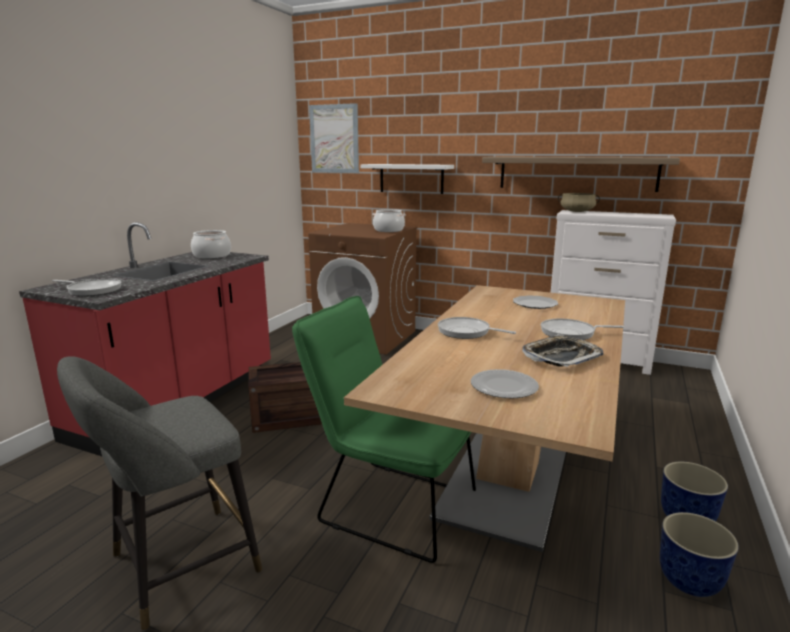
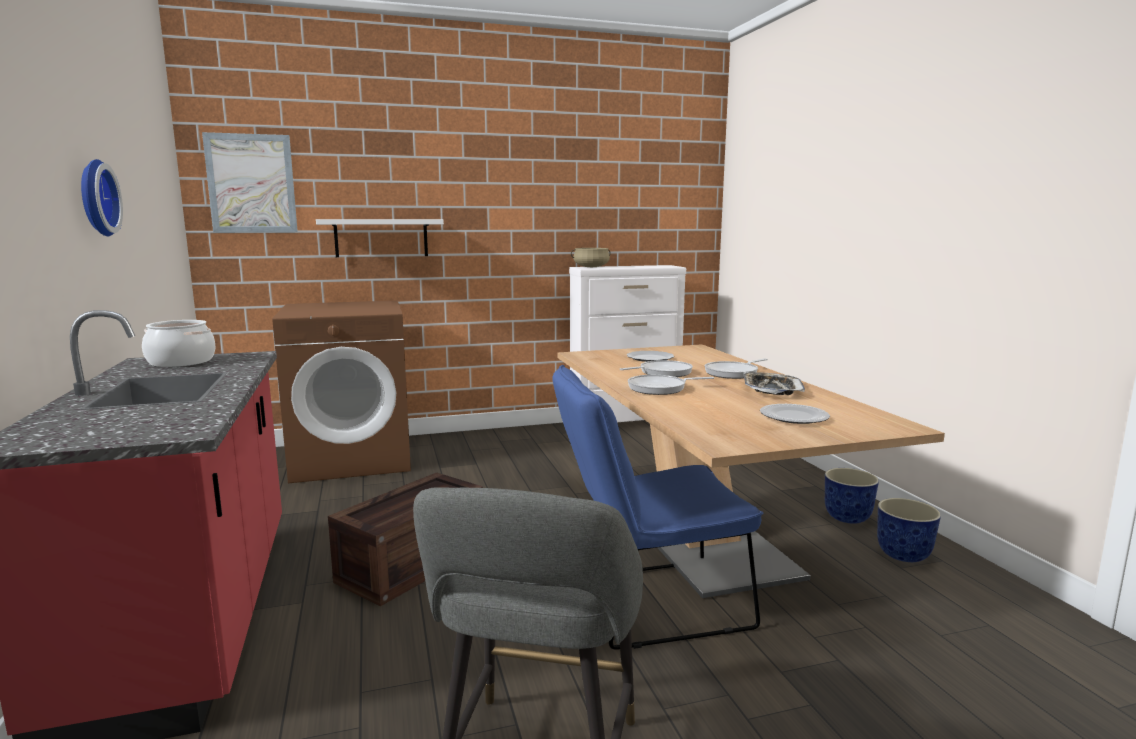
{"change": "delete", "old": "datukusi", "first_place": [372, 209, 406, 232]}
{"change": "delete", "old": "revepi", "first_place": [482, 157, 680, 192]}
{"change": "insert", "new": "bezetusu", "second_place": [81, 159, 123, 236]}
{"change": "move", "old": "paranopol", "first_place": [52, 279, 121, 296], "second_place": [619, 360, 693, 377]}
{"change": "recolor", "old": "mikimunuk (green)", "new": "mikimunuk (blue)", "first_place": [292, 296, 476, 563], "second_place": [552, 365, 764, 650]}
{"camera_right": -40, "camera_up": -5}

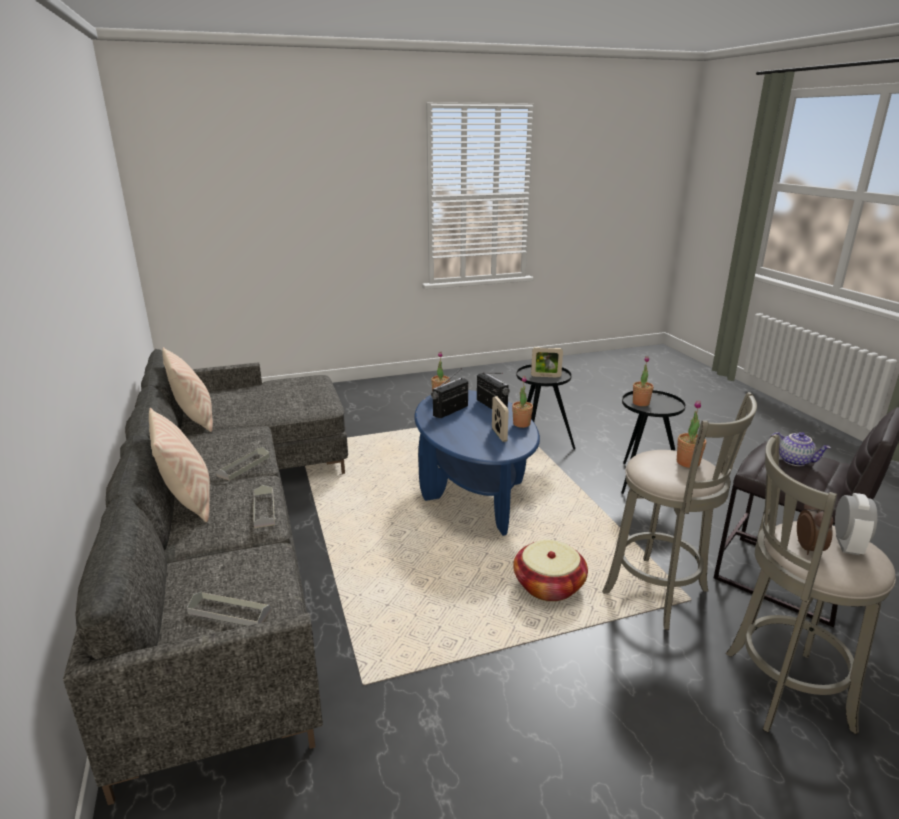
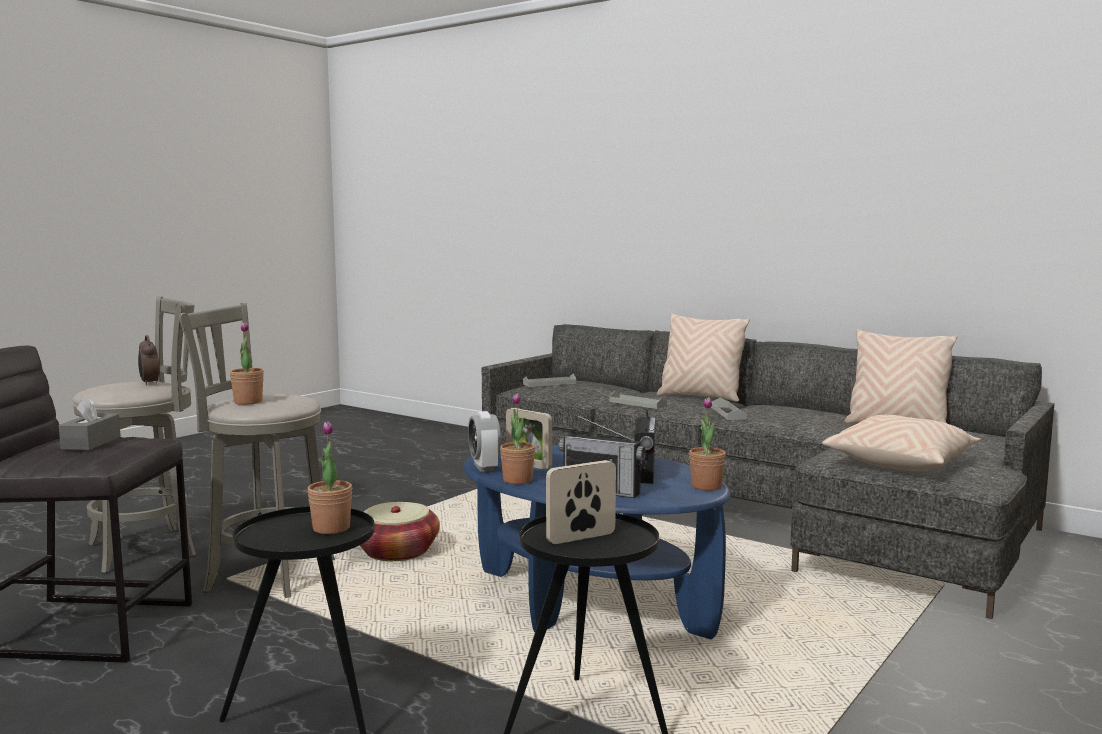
{"change": "insert", "new": "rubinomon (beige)", "second_place": [822, 415, 981, 471]}
{"change": "move", "old": "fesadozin", "first_place": [835, 493, 878, 555], "second_place": [468, 411, 501, 472]}
{"change": "replace", "old": "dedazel", "new": "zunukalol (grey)", "first_place": [770, 432, 831, 466], "second_place": [59, 396, 121, 450]}
{"camera_right": 145, "camera_up": -15}

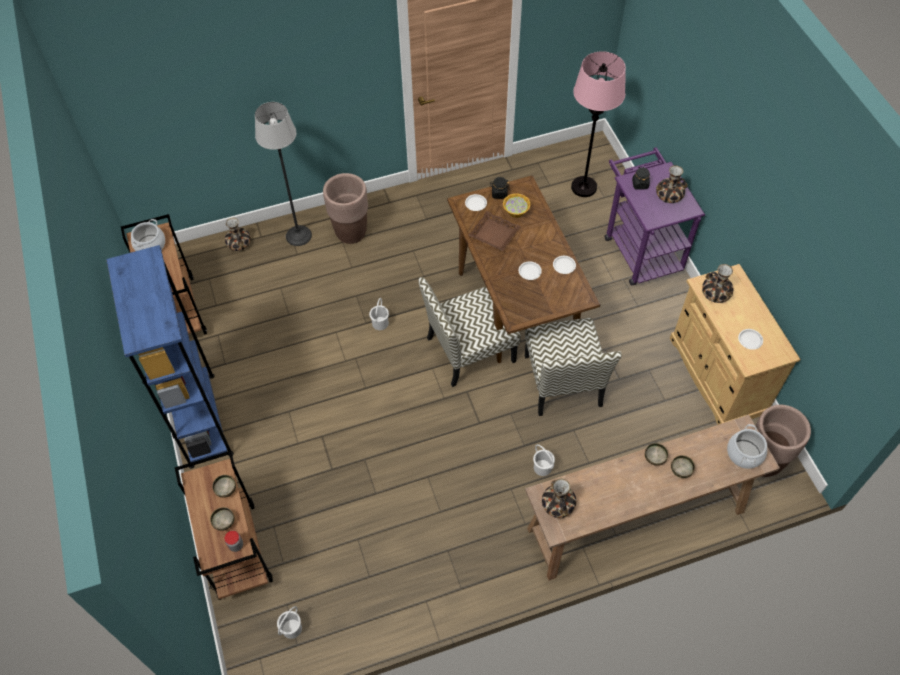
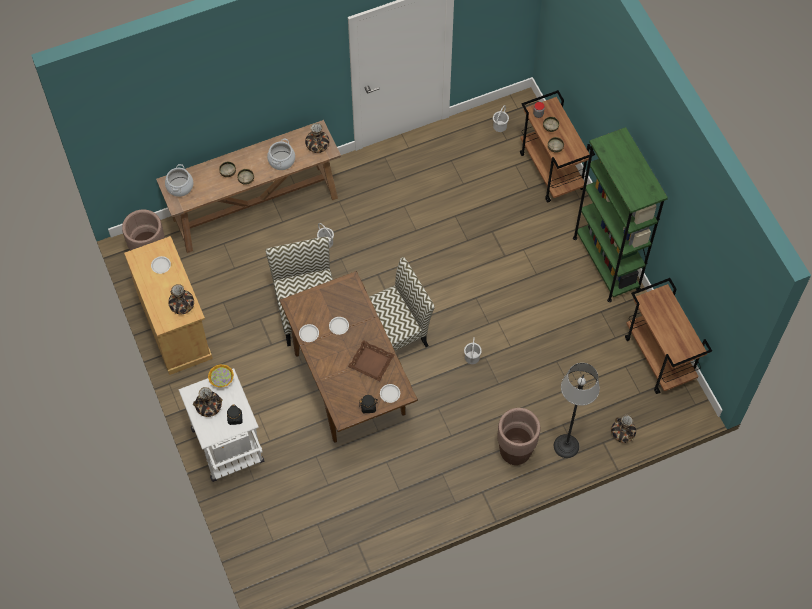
{"change": "delete", "old": "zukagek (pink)", "first_place": [571, 51, 626, 197]}
{"change": "move", "old": "datukusi", "first_place": [131, 219, 165, 251], "second_place": [267, 138, 295, 170]}
{"change": "move", "old": "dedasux", "first_place": [503, 193, 531, 218], "second_place": [208, 364, 234, 388]}
{"change": "recolor", "old": "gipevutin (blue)", "new": "gipevutin (green)", "first_place": [106, 245, 234, 469], "second_place": [573, 127, 668, 302]}
{"change": "recolor", "old": "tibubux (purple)", "new": "tibubux (white)", "first_place": [605, 148, 705, 286], "second_place": [178, 368, 264, 482]}
{"camera_right": 175, "camera_up": 5}

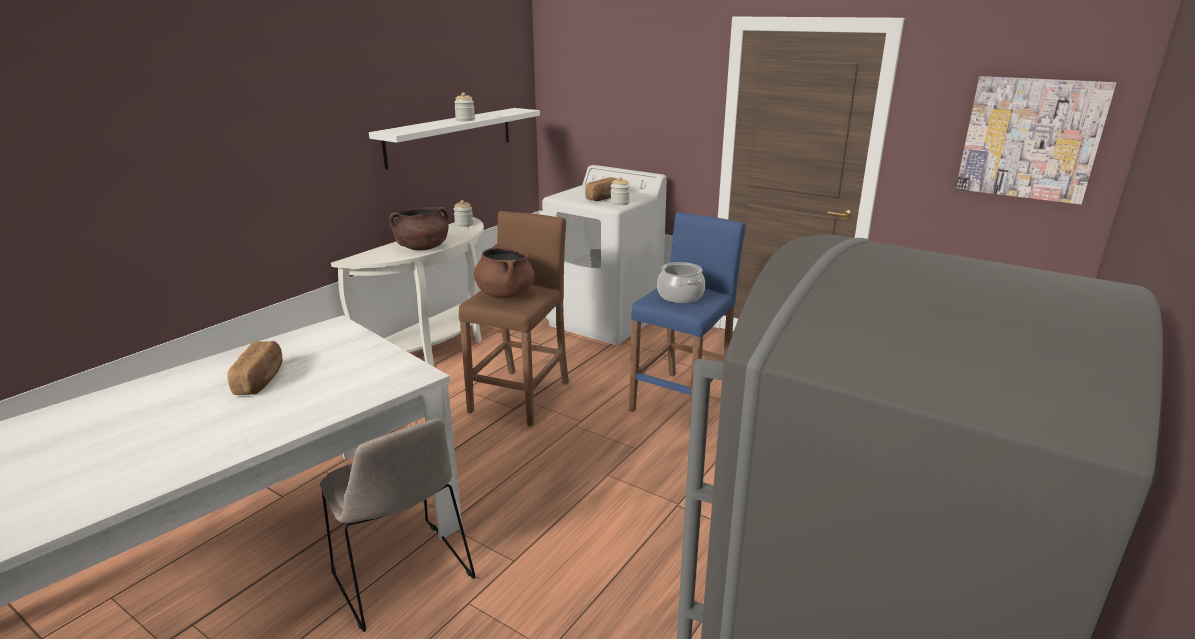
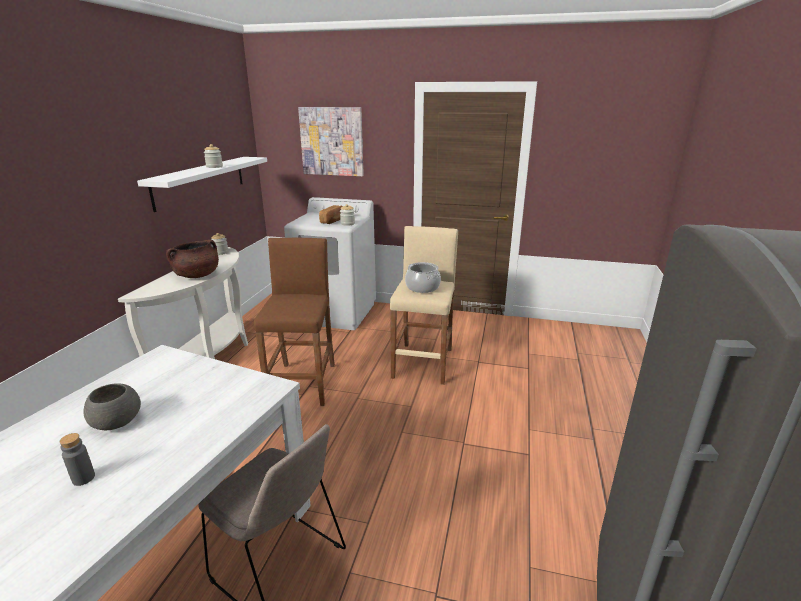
{"change": "delete", "old": "datukusi (brown)", "first_place": [474, 244, 535, 298]}
{"change": "insert", "new": "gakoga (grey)", "second_place": [59, 433, 95, 486]}
{"change": "move", "old": "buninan", "first_place": [956, 76, 1116, 205], "second_place": [298, 107, 364, 176]}
{"change": "replace", "old": "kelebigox", "new": "dedasux (grey)", "first_place": [227, 341, 282, 395], "second_place": [84, 383, 141, 430]}
{"change": "recolor", "old": "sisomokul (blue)", "new": "sisomokul (beige)", "first_place": [629, 212, 746, 421], "second_place": [390, 226, 458, 385]}
{"camera_right": -20, "camera_up": 0}

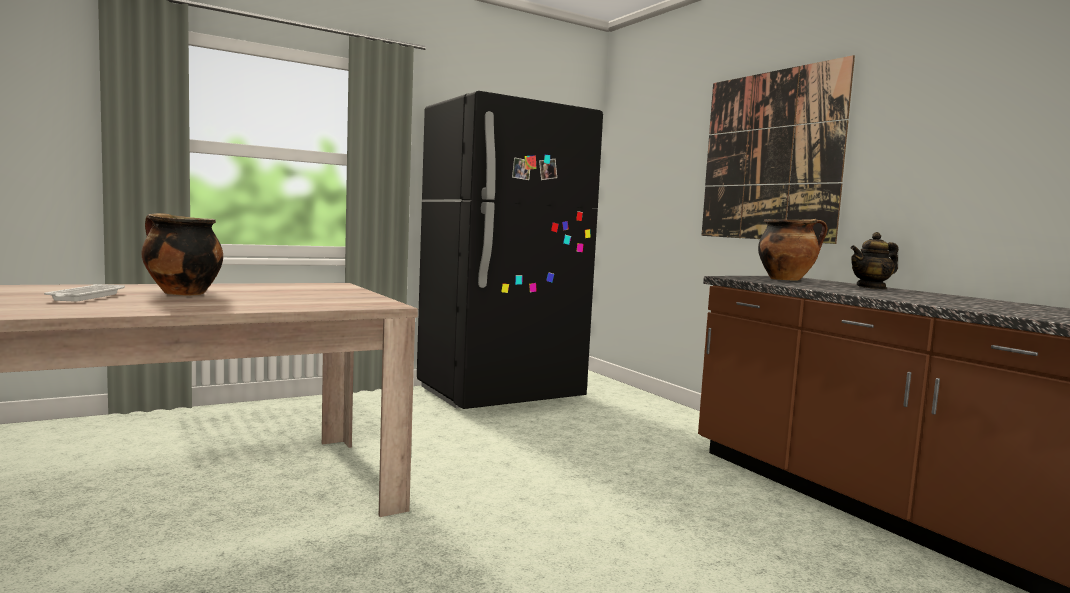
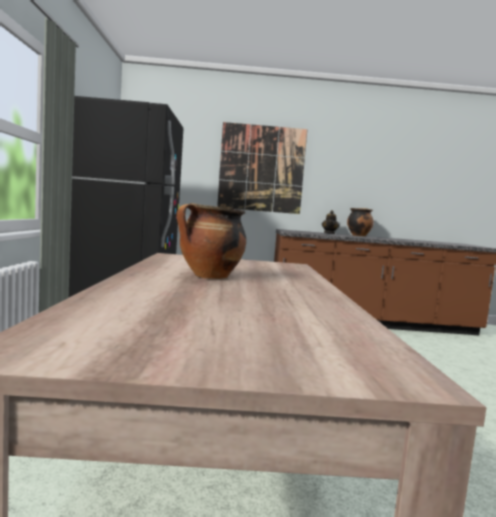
{"change": "delete", "old": "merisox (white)", "first_place": [44, 284, 125, 302]}
{"change": "move", "old": "datukusi", "first_place": [758, 219, 828, 281], "second_place": [347, 208, 374, 236]}
{"camera_right": -60, "camera_up": 0}

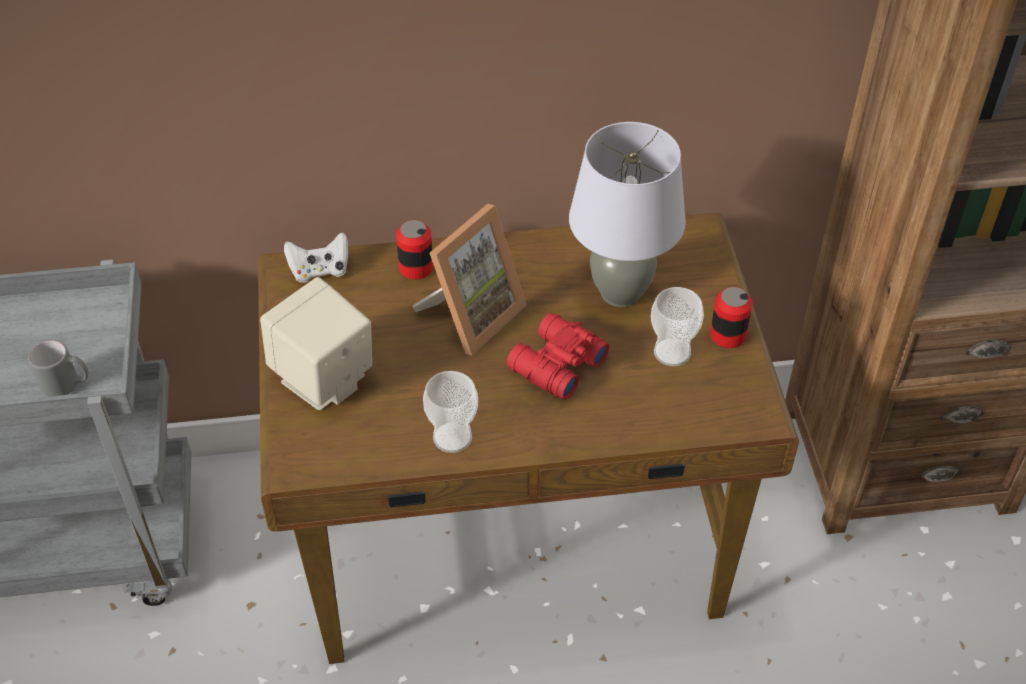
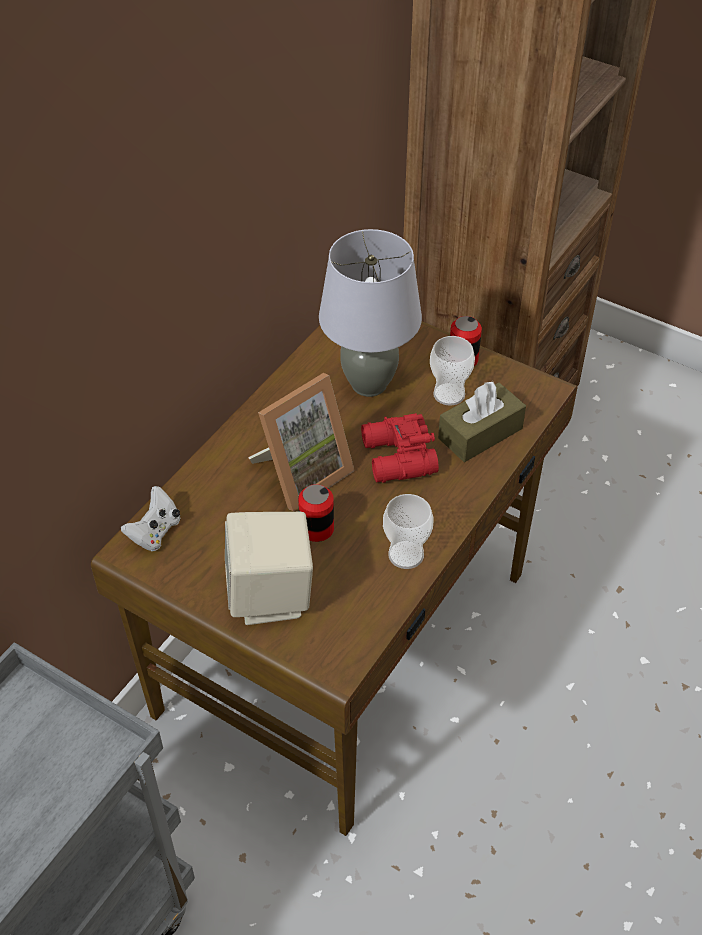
{"change": "delete", "old": "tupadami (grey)", "first_place": [28, 340, 88, 397]}
{"change": "insert", "new": "zunukalol (brown)", "second_place": [438, 381, 526, 462]}
{"change": "move", "old": "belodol", "first_place": [396, 220, 433, 280], "second_place": [298, 484, 334, 542]}
{"change": "rotate", "old": "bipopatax", "first_place": [413, 204, 526, 355], "second_place": [248, 373, 355, 511], "degrees": 60}
{"camera_right": -50, "camera_up": 0}

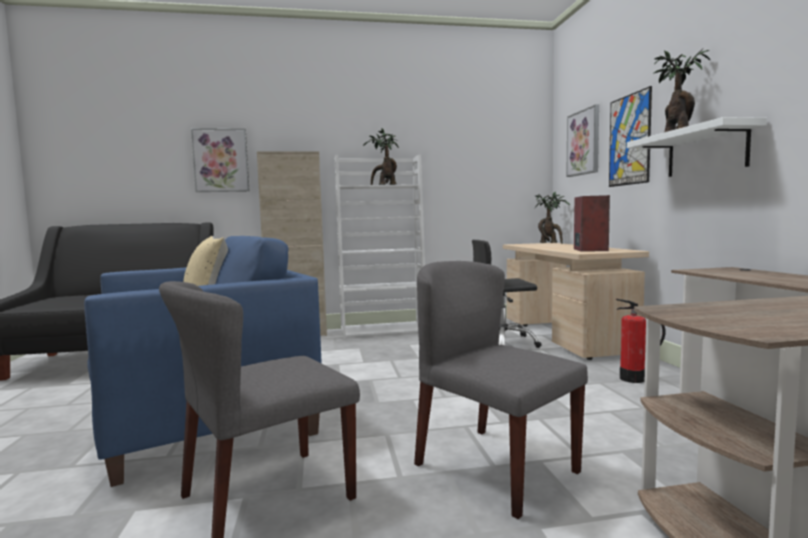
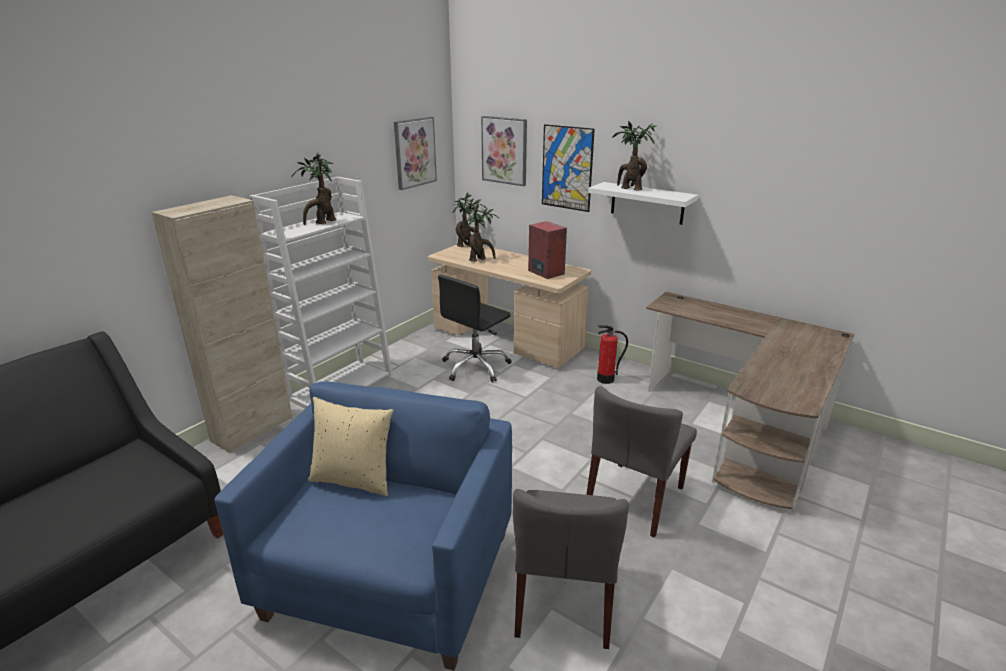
{"change": "insert", "new": "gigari", "second_place": [466, 203, 499, 262]}
{"change": "move", "old": "buninan", "first_place": [191, 128, 250, 192], "second_place": [394, 117, 437, 190]}
{"change": "rotate", "old": "mikimunuk (grey)", "first_place": [414, 261, 588, 519], "second_place": [586, 386, 697, 538], "degrees": -60}
{"camera_right": -45, "camera_up": 20}

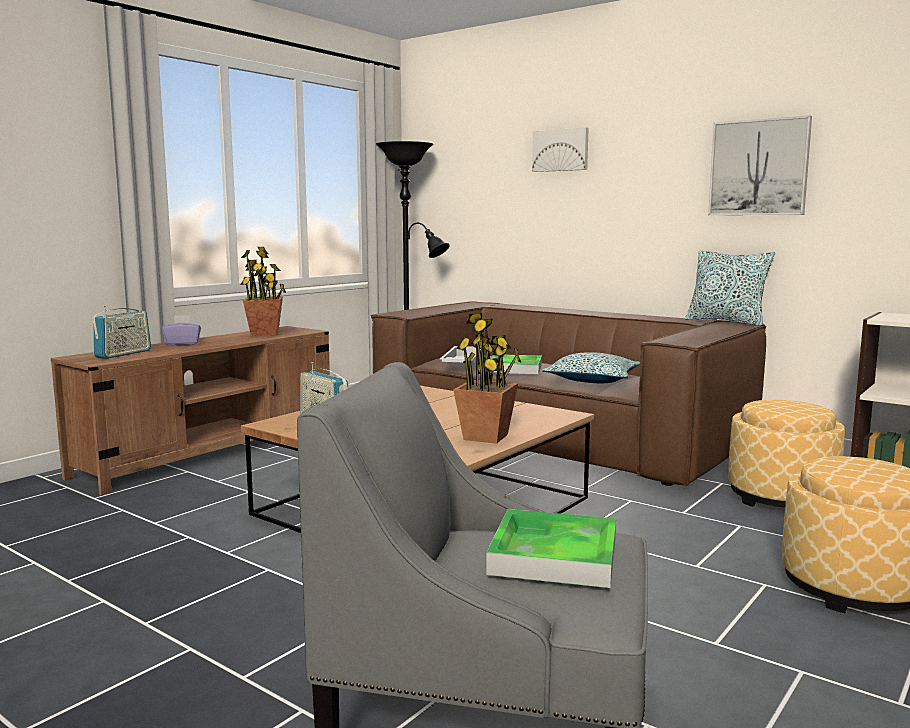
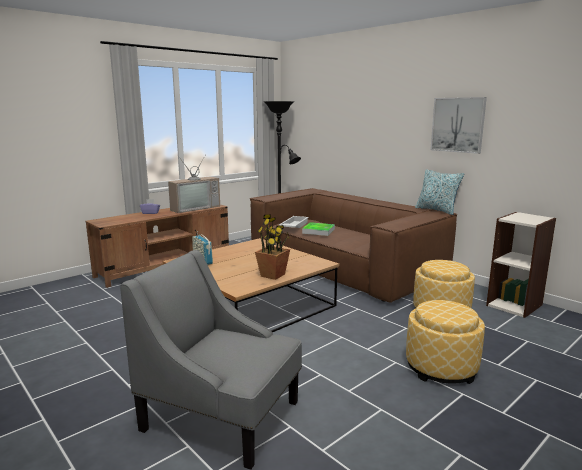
{"change": "delete", "old": "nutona", "first_place": [93, 305, 151, 359]}
{"change": "delete", "old": "merisox", "first_place": [486, 509, 616, 588]}
{"change": "delete", "old": "buninan", "first_place": [532, 127, 589, 172]}
{"change": "delete", "old": "rubinomon", "first_place": [542, 352, 640, 383]}
{"change": "replace", "old": "gigari", "new": "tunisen", "first_place": [240, 247, 286, 337], "second_place": [168, 156, 220, 213]}
{"camera_right": 10, "camera_up": 5}

